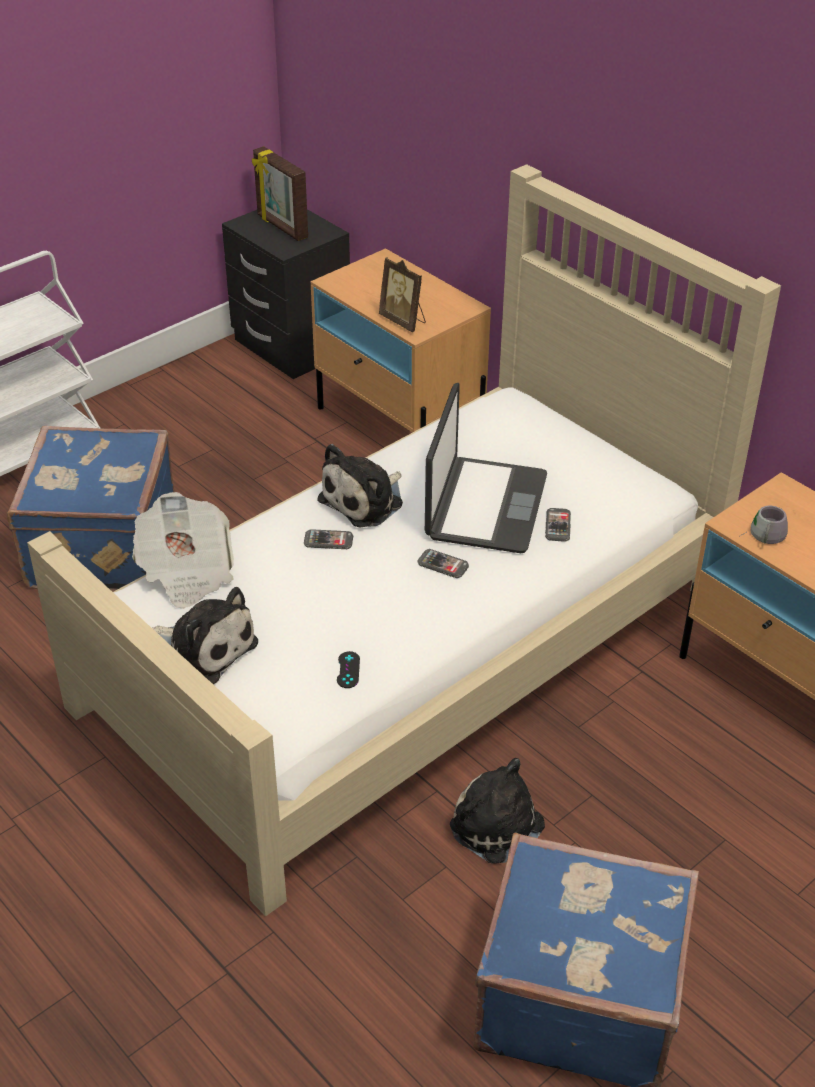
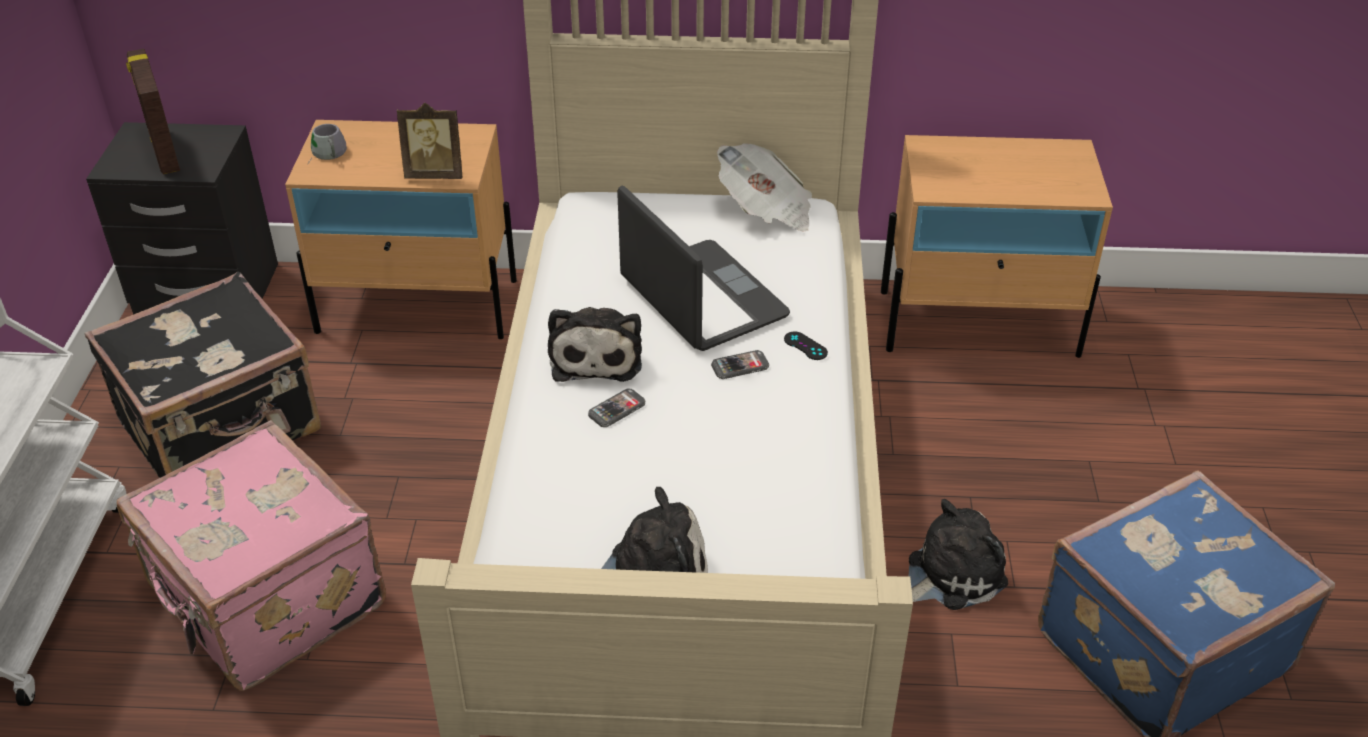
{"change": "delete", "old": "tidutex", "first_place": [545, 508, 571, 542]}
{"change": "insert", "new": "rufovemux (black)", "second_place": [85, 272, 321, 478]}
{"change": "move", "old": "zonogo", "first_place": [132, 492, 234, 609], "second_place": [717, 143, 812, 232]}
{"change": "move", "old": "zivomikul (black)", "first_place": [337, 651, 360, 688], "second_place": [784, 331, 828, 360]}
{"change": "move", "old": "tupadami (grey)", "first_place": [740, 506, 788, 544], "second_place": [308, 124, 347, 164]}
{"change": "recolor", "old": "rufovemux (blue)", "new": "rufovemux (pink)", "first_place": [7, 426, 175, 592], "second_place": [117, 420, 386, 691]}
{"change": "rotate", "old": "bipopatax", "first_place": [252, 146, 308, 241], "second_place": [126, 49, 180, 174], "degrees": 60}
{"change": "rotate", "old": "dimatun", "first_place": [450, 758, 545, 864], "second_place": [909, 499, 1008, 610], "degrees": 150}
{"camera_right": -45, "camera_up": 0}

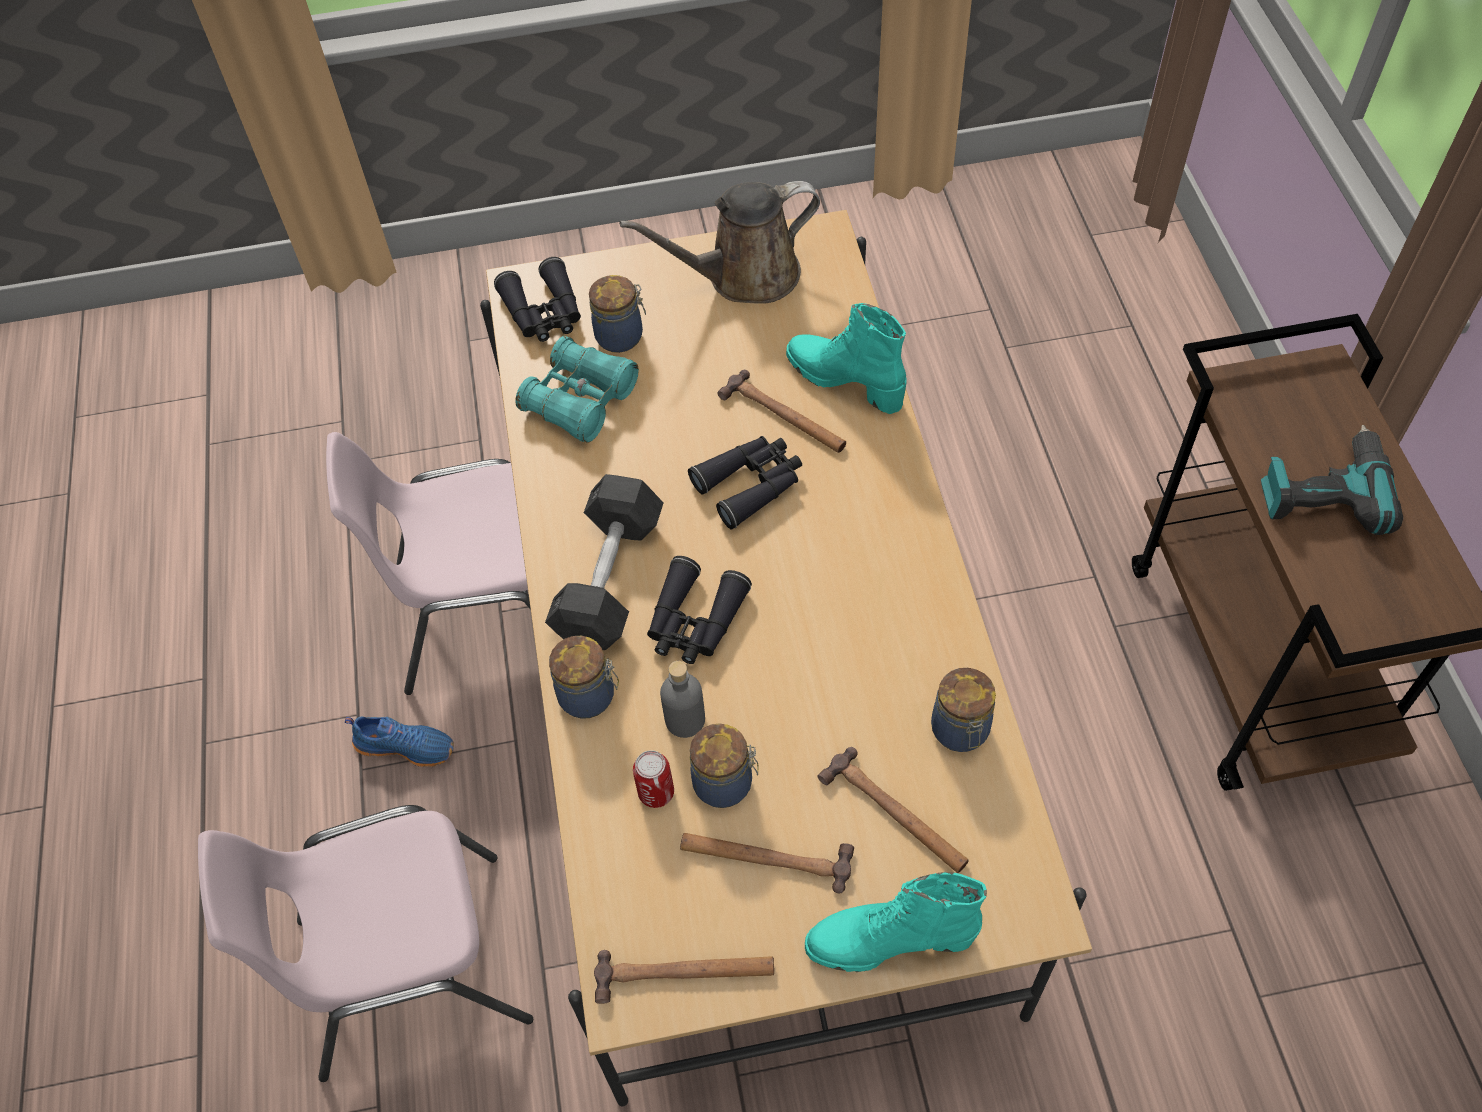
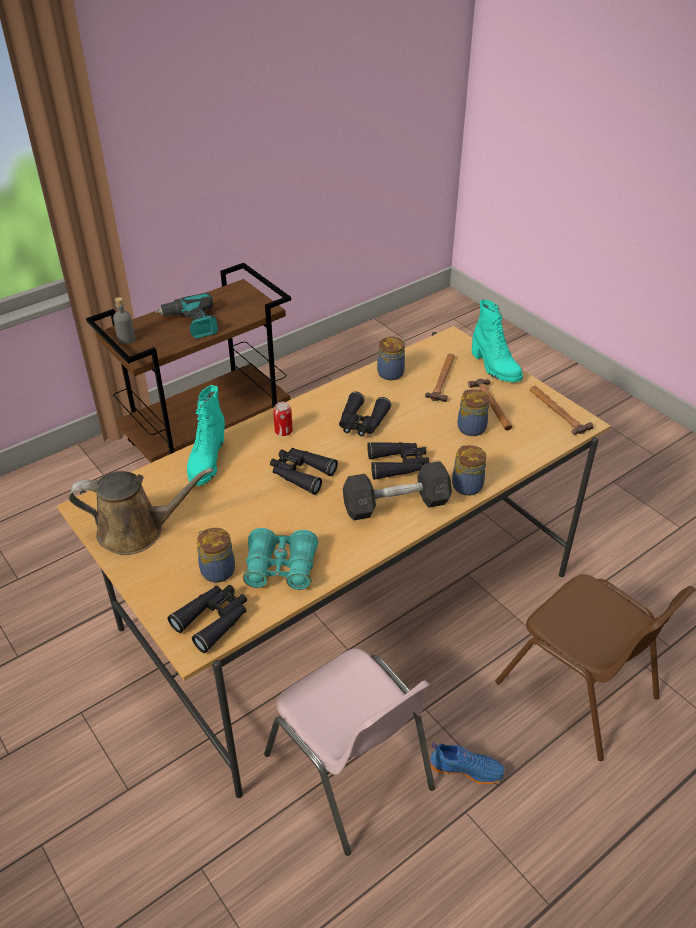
{"change": "delete", "old": "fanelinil", "first_place": [717, 370, 846, 453]}
{"change": "insert", "new": "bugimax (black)", "second_place": [339, 392, 391, 436]}
{"change": "move", "old": "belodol", "first_place": [633, 750, 674, 808], "second_place": [273, 402, 293, 436]}
{"change": "move", "old": "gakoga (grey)", "first_place": [660, 661, 705, 738], "second_place": [113, 297, 135, 344]}
{"change": "recolor", "old": "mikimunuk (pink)", "new": "mikimunuk (brown)", "first_place": [198, 805, 533, 1082], "second_place": [495, 574, 696, 761]}
{"change": "rotate", "old": "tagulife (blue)", "first_place": [345, 717, 454, 767], "second_place": [429, 743, 505, 784], "degrees": 120}
{"change": "rotate", "old": "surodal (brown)", "first_place": [619, 181, 820, 304], "second_place": [69, 468, 213, 555], "degrees": -45}
{"camera_right": -120, "camera_up": -15}

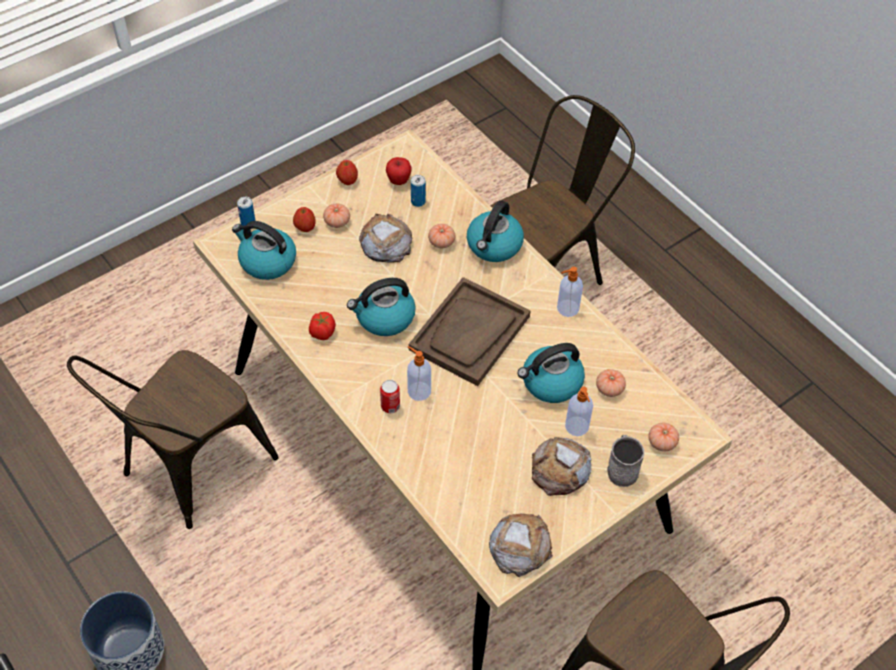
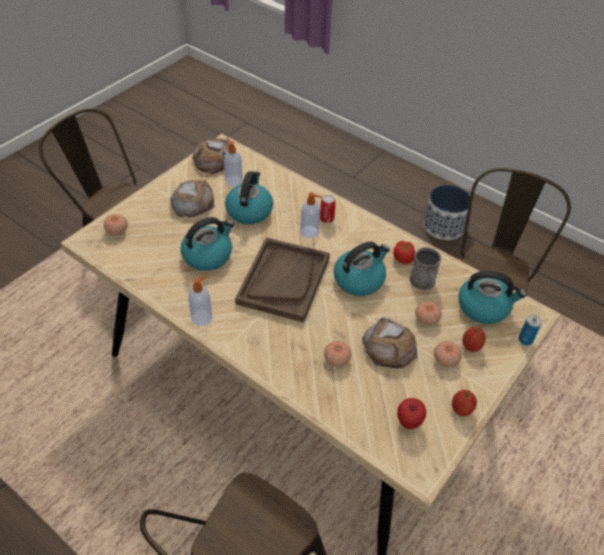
{"change": "delete", "old": "belodol", "first_place": [411, 175, 426, 207]}
{"change": "move", "old": "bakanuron", "first_place": [467, 200, 524, 262], "second_place": [225, 171, 273, 224]}
{"change": "move", "old": "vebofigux", "first_place": [565, 387, 593, 436], "second_place": [224, 137, 243, 187]}
{"change": "move", "old": "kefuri", "first_place": [596, 369, 626, 397], "second_place": [415, 301, 442, 325]}
{"change": "move", "old": "tupadami (grey)", "first_place": [607, 435, 644, 487], "second_place": [409, 247, 441, 290]}
{"camera_right": 165, "camera_up": -5}

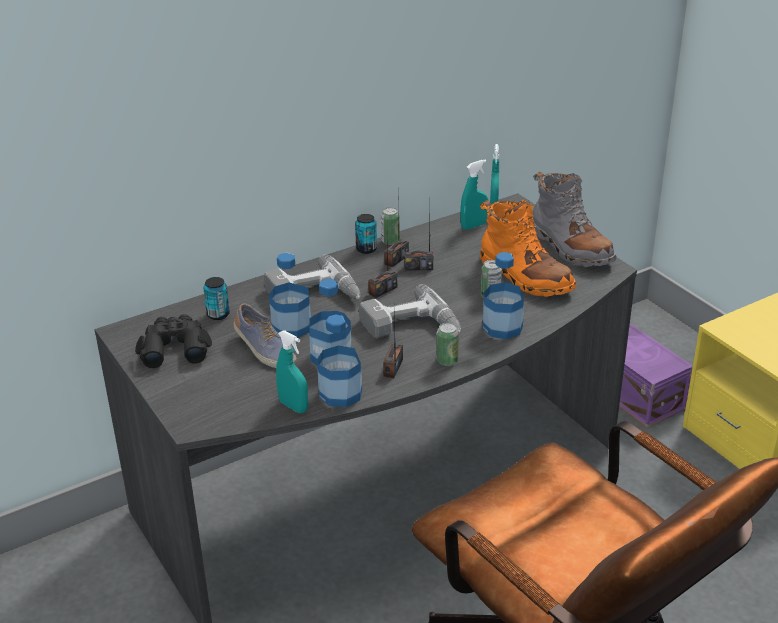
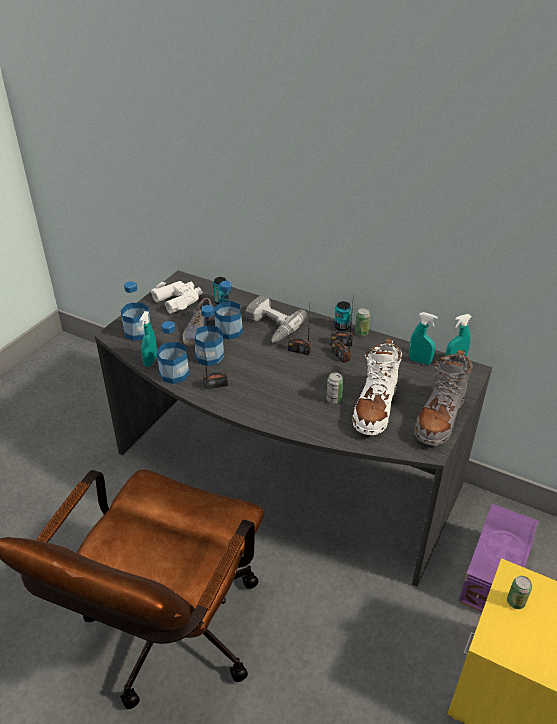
{"change": "delete", "old": "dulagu", "first_place": [359, 284, 461, 338]}
{"change": "move", "old": "belodol", "first_place": [437, 322, 459, 366], "second_place": [507, 576, 532, 609]}
{"change": "move", "old": "gakoga", "first_place": [483, 252, 524, 339], "second_place": [121, 282, 150, 341]}
{"change": "recolor", "old": "bugimax (black)", "new": "bugimax (white)", "first_place": [135, 314, 212, 368], "second_place": [151, 281, 202, 314]}
{"change": "recolor", "old": "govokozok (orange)", "new": "govokozok (white)", "first_place": [480, 200, 576, 297], "second_place": [352, 339, 402, 435]}
{"camera_right": 60, "camera_up": 5}

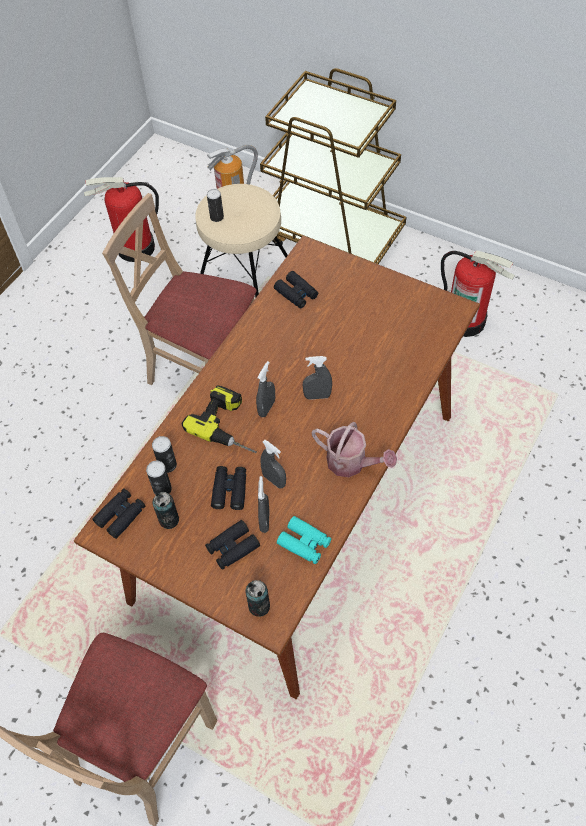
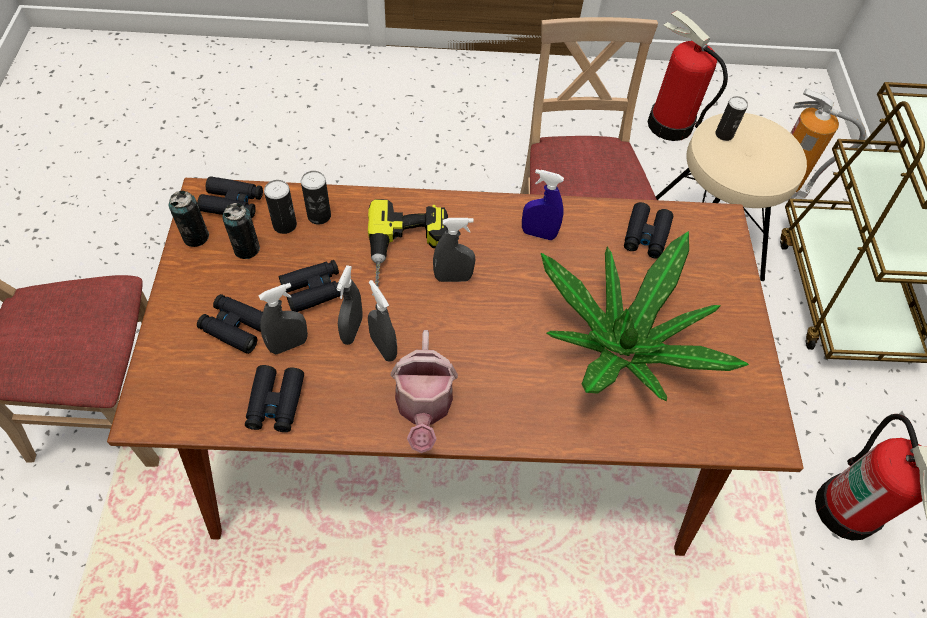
{"change": "insert", "new": "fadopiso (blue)", "second_place": [522, 169, 564, 240]}
{"change": "insert", "new": "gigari", "second_place": [541, 231, 749, 402]}
{"change": "move", "old": "belodol", "first_place": [246, 580, 270, 617], "second_place": [169, 190, 209, 247]}
{"change": "move", "old": "fadopiso (grey)", "first_place": [303, 356, 332, 400], "second_place": [368, 280, 397, 362]}
{"change": "recolor", "old": "bugimax (turquoise)", "new": "bugimax (black)", "first_place": [277, 516, 331, 564], "second_place": [245, 365, 304, 432]}
{"camera_right": 55, "camera_up": 0}

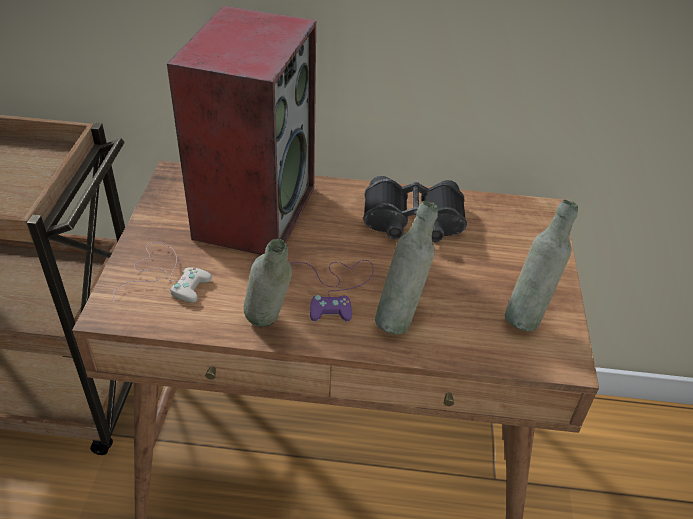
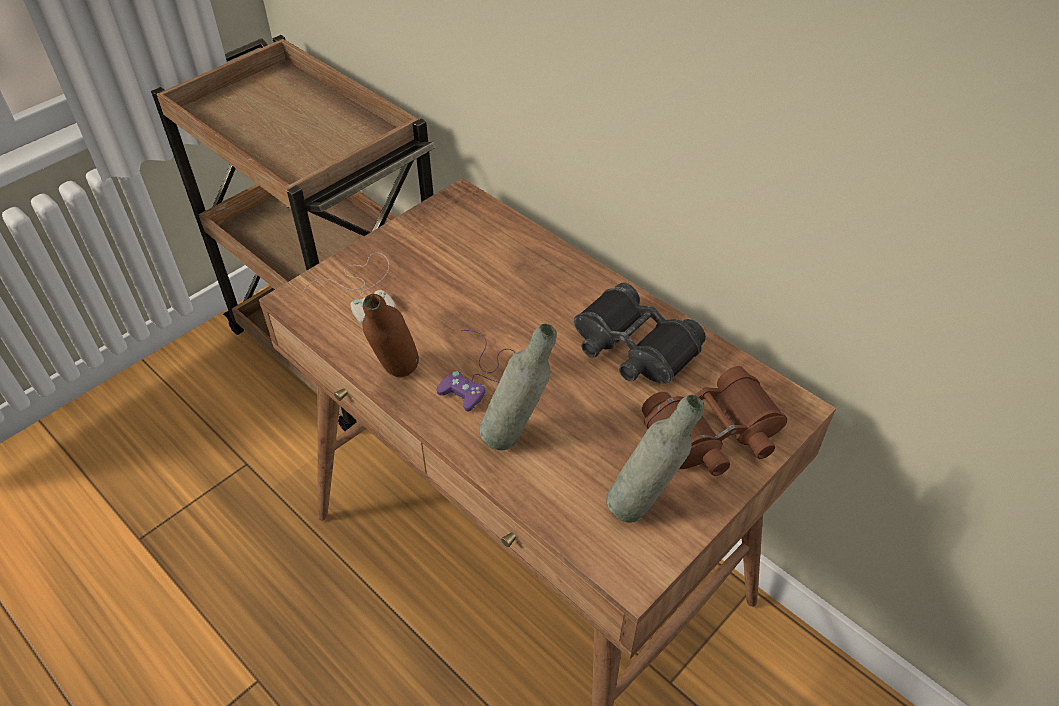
{"change": "delete", "old": "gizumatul", "first_place": [167, 6, 316, 255]}
{"change": "insert", "new": "bugimax (brown)", "second_place": [642, 366, 787, 476]}
{"change": "recolor", "old": "gakoga (grey)", "new": "gakoga (brown)", "first_place": [244, 239, 292, 327], "second_place": [363, 294, 419, 378]}
{"camera_right": 40, "camera_up": 5}

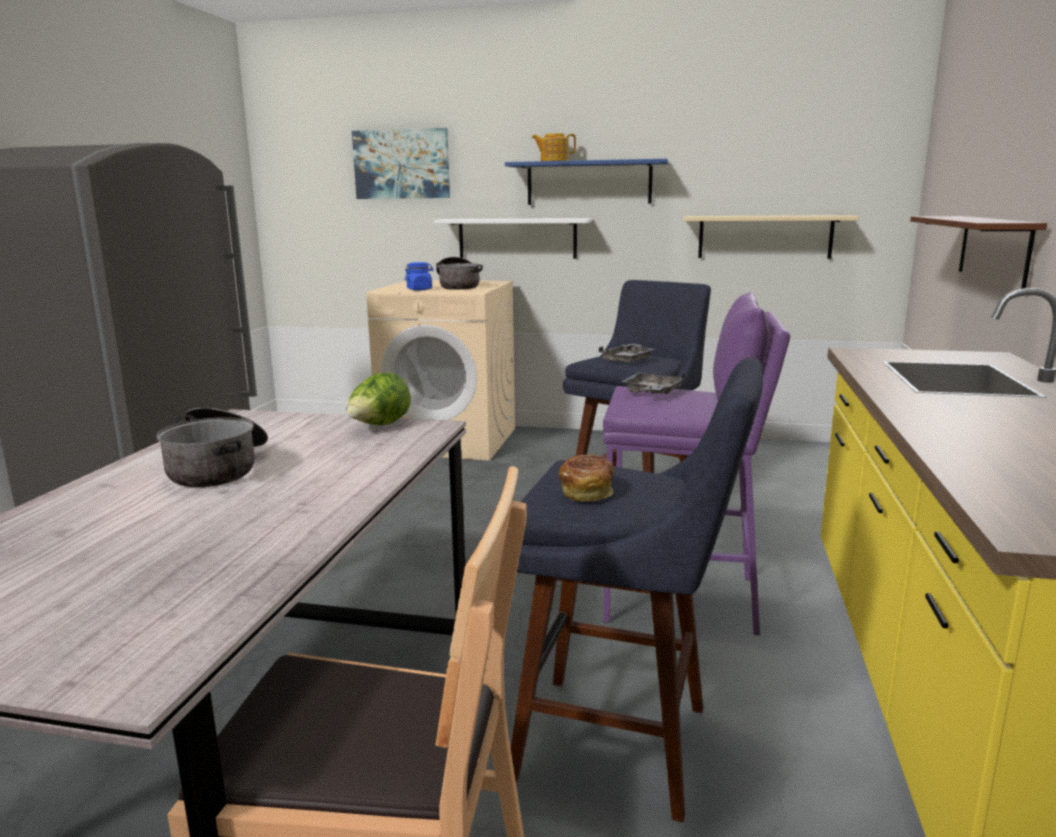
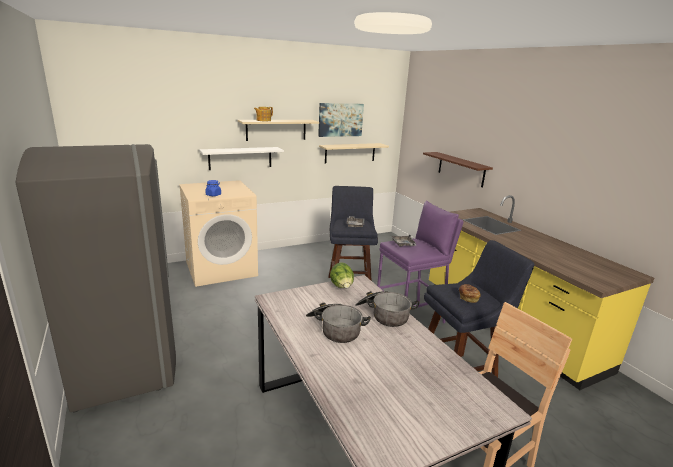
{"change": "move", "old": "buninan", "first_place": [352, 128, 450, 199], "second_place": [318, 103, 364, 137]}
{"change": "move", "old": "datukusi", "first_place": [436, 257, 483, 289], "second_place": [355, 291, 419, 327]}
{"change": "recolor", "old": "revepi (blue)", "new": "revepi (beige)", "first_place": [505, 159, 669, 205], "second_place": [238, 120, 319, 141]}
{"camera_right": -40, "camera_up": 5}

